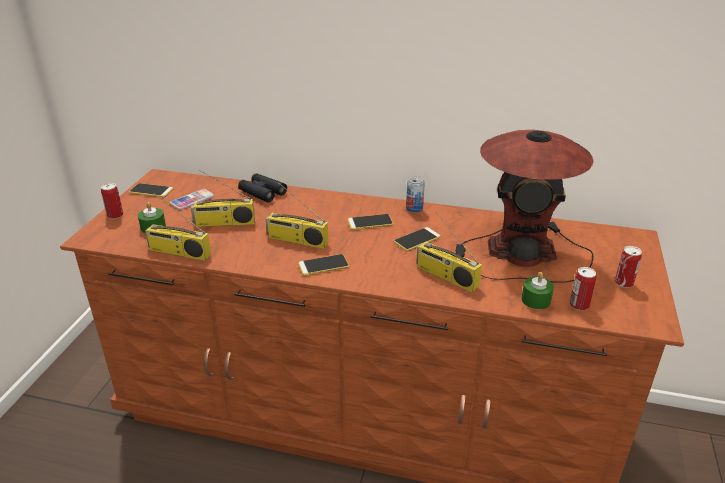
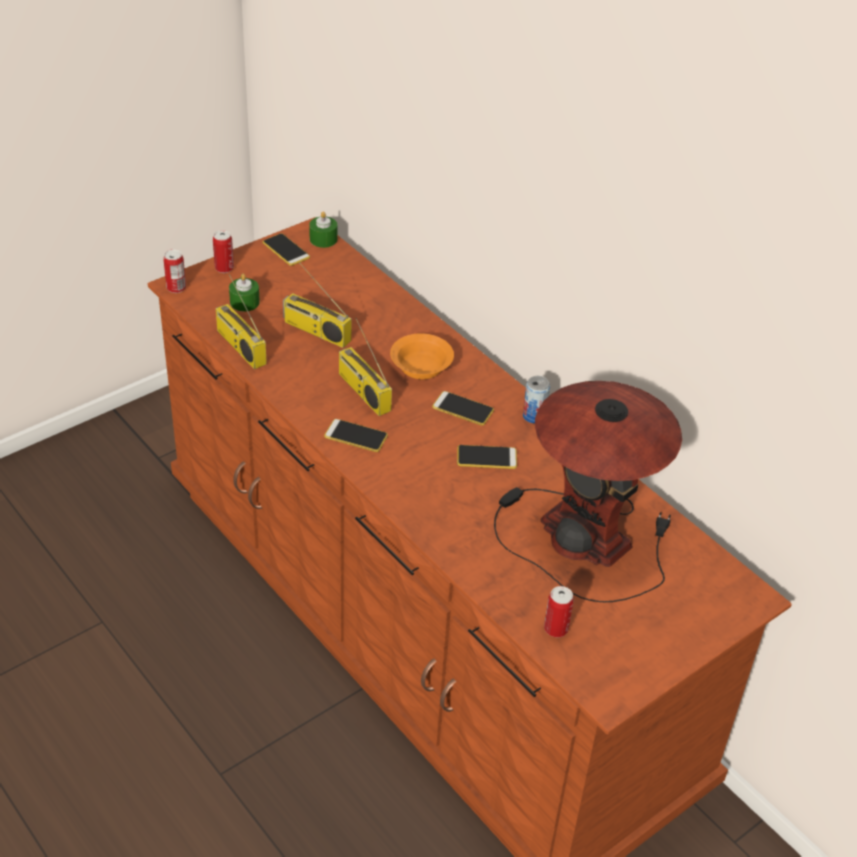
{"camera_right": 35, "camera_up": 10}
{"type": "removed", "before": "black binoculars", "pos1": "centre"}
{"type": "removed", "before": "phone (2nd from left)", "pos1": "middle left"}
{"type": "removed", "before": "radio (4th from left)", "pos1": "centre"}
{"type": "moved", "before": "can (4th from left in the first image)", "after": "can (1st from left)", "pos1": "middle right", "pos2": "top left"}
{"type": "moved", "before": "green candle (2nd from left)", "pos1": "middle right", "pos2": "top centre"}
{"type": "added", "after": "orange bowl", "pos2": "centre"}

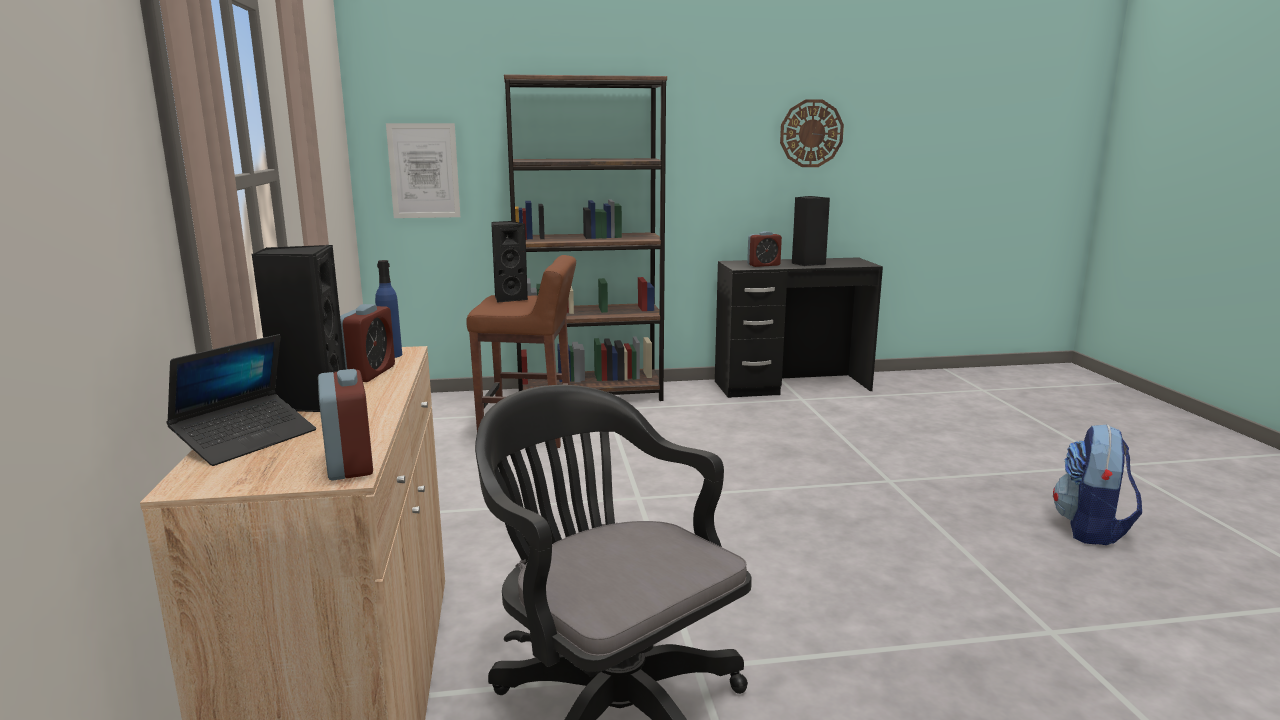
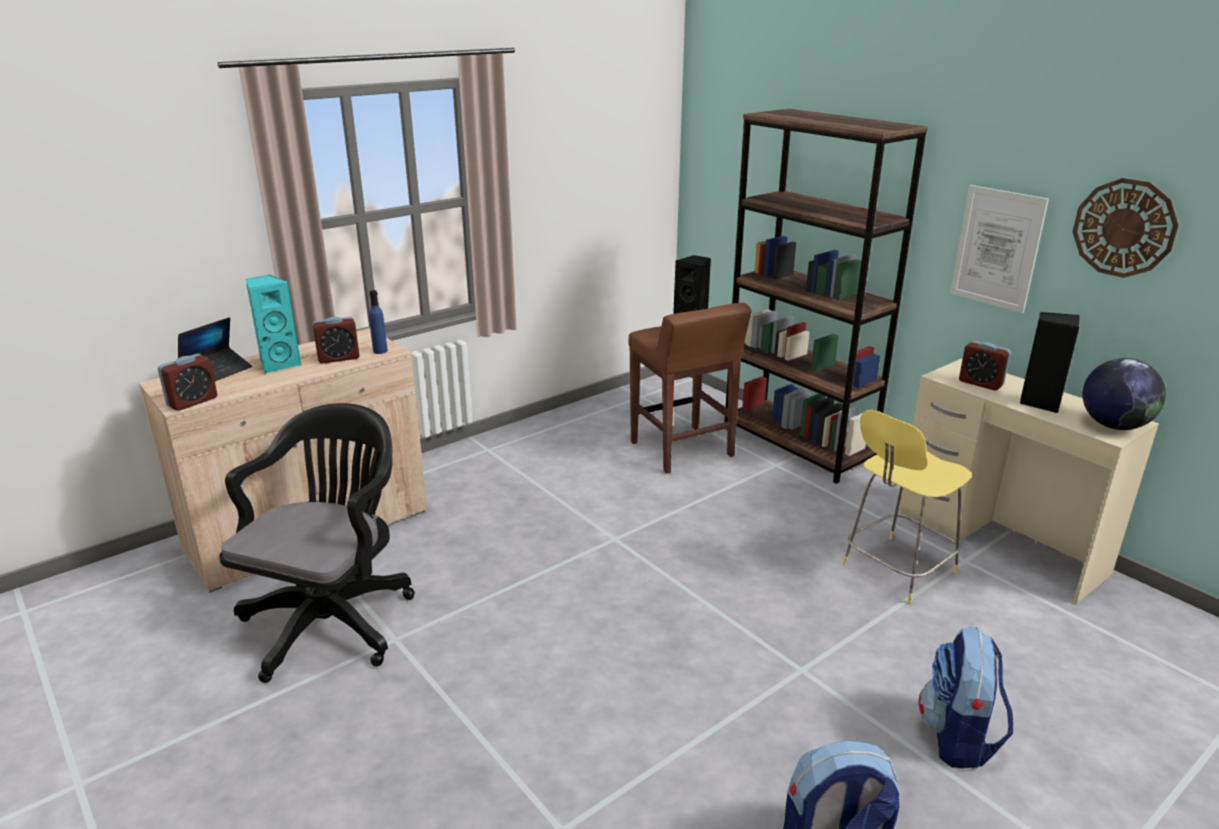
{"camera_right": 60, "camera_up": 10}
{"type": "moved", "before": "picture", "pos1": "top left", "pos2": "top right"}
{"type": "recoloured", "before": "black speaker (1st from left)", "after": "turquoise speaker", "pos1": "middle left", "pos2": "middle left"}
{"type": "recoloured", "before": "black desk", "after": "beige desk", "pos1": "centre", "pos2": "middle right"}
{"type": "turned", "before": "laptop", "pos1": "middle left", "pos2": "middle left", "turn": -60}
{"type": "added", "after": "globe", "pos2": "middle right"}
{"type": "added", "after": "yellow stool", "pos2": "middle right"}
{"type": "added", "after": "backpack (2nd from left)", "pos2": "bottom right"}

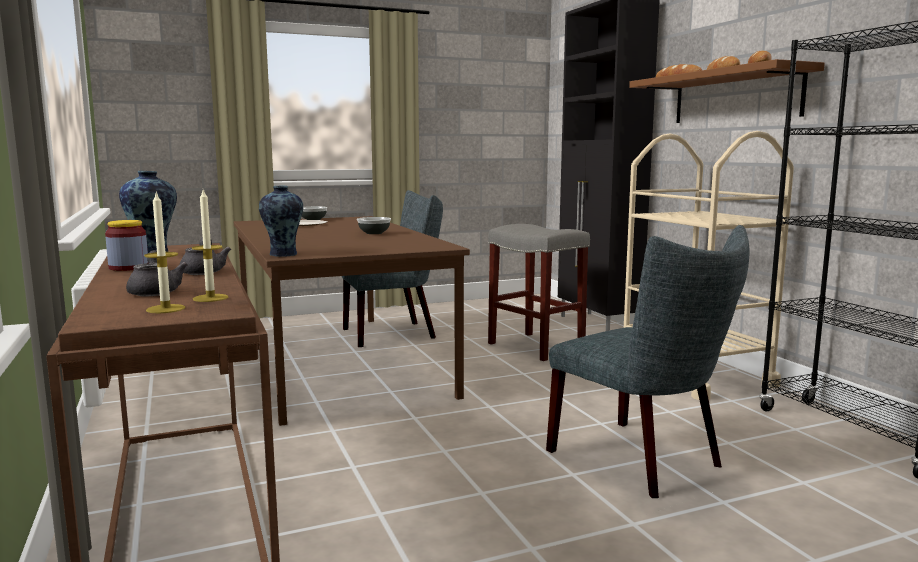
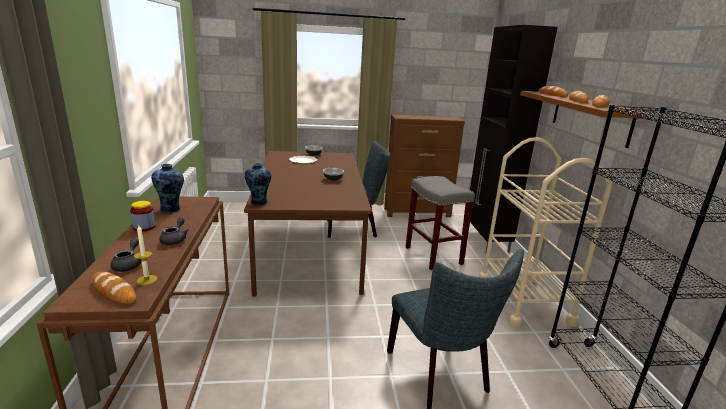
{"camera_right": 15, "camera_up": 10}
{"type": "replaced", "before": "candle (1st from left)", "after": "bread (1st from left)", "pos1": "middle left", "pos2": "bottom left"}
{"type": "added", "after": "brown dresser", "pos2": "centre"}

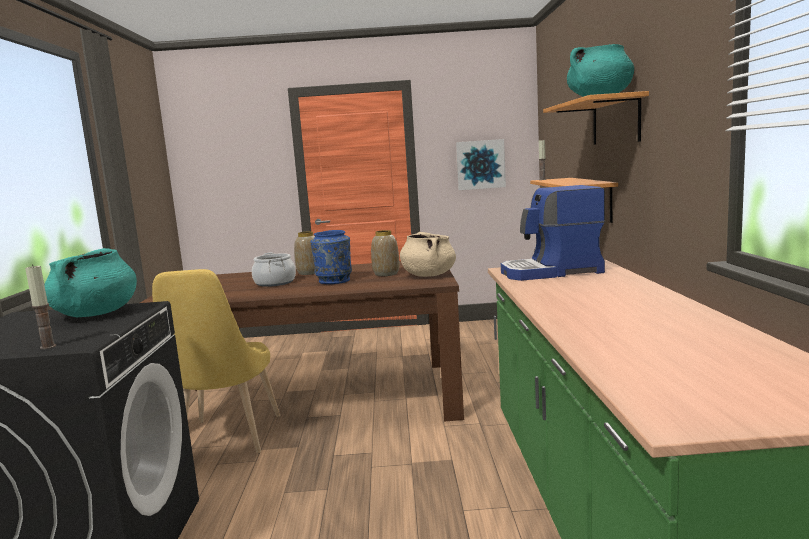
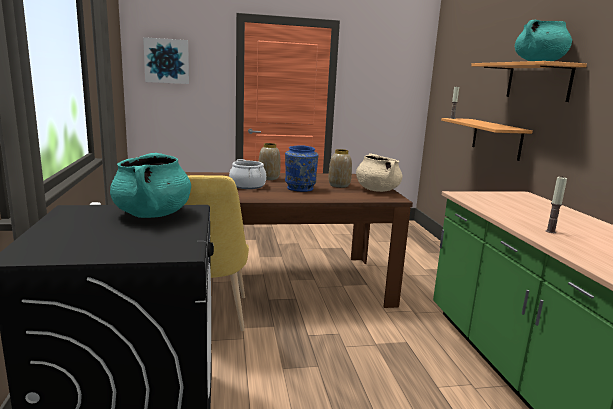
{"camera_right": -10, "camera_up": 5}
{"type": "moved", "before": "picture", "pos1": "top centre", "pos2": "top left"}
{"type": "removed", "before": "coffee machine", "pos1": "middle right"}
{"type": "moved", "before": "candle (1st from left in the first image)", "after": "candle (2nd from left)", "pos1": "middle left", "pos2": "middle right"}

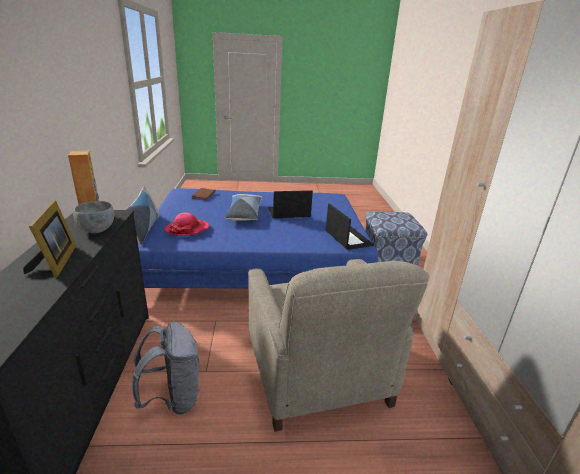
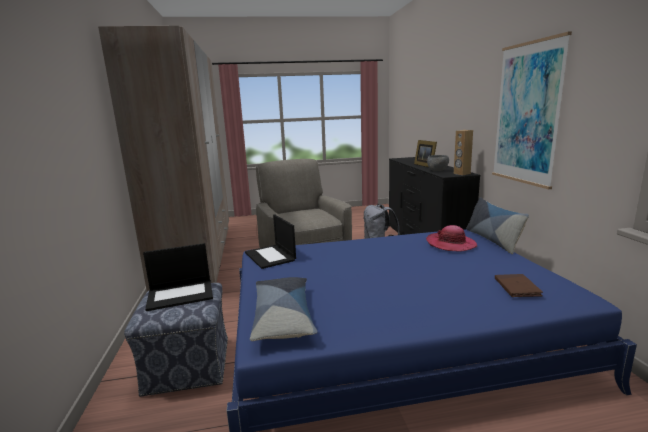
{"camera_right": 175, "camera_up": -10}
{"type": "moved", "before": "laptop (1st from left)", "pos1": "centre", "pos2": "middle left"}
{"type": "moved", "before": "pillow (2nd from left in the first image)", "after": "pillow (1st from left)", "pos1": "centre", "pos2": "bottom centre"}
{"type": "added", "after": "picture", "pos2": "top right"}

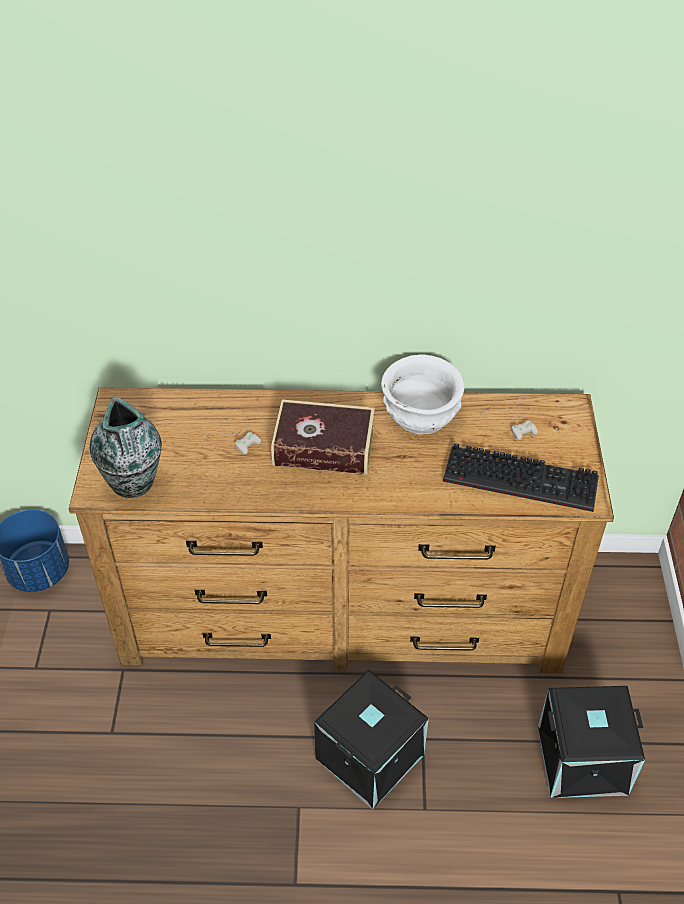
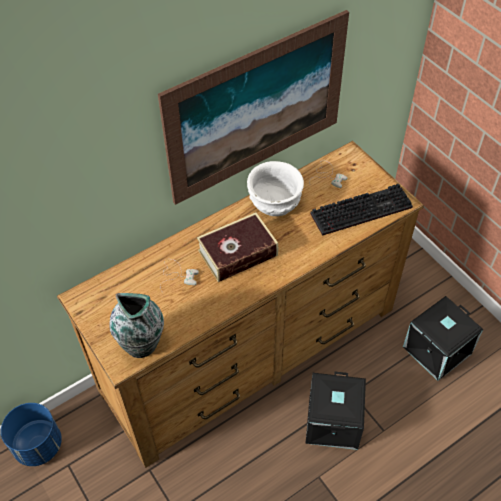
{"camera_right": -35, "camera_up": 5}
{"type": "added", "after": "picture", "pos2": "top centre"}

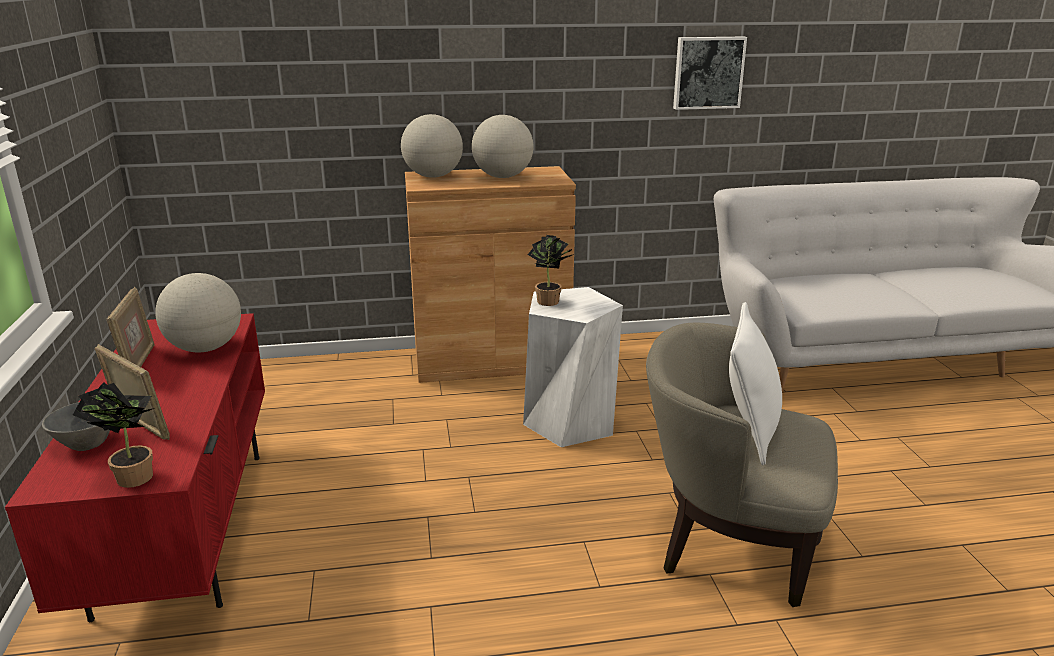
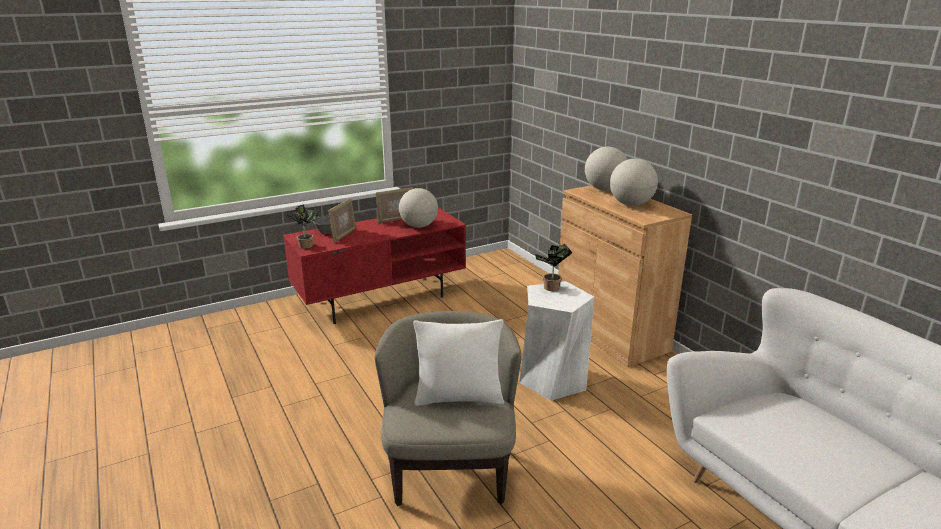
{"camera_right": 70, "camera_up": 0}
{"type": "removed", "before": "picture", "pos1": "top right"}

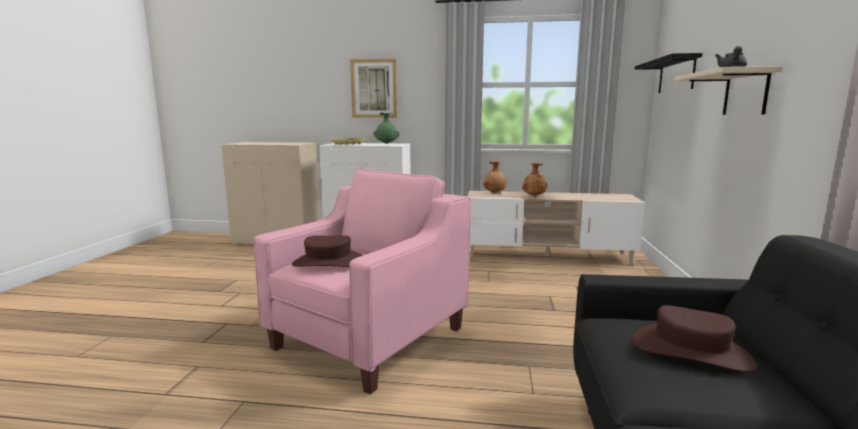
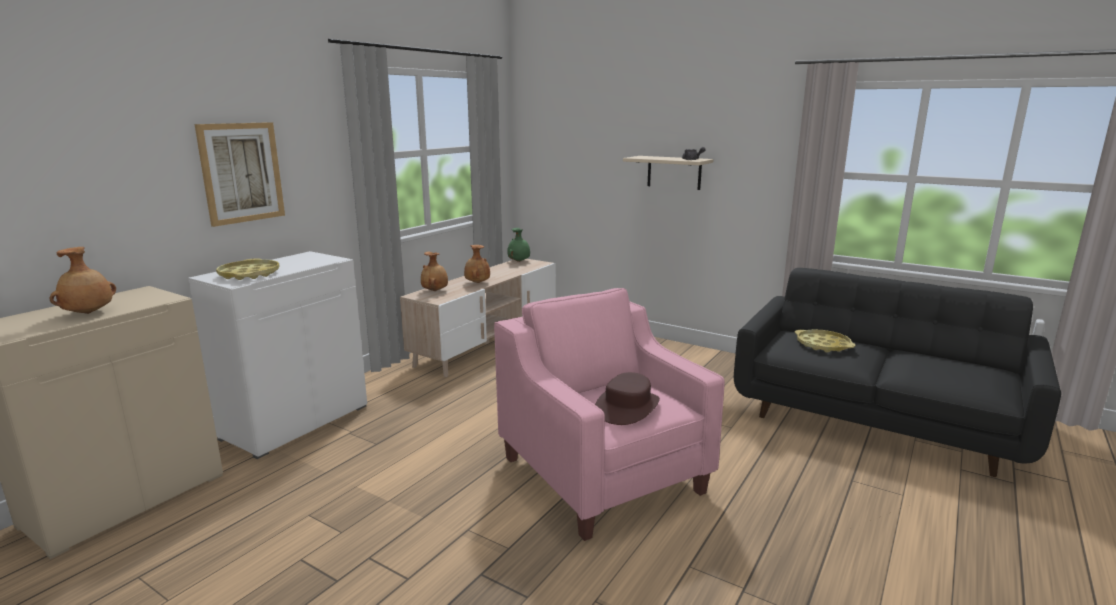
{"camera_right": -65, "camera_up": 5}
{"type": "removed", "before": "black shelf", "pos1": "top right"}
{"type": "moved", "before": "green vase", "pos1": "top centre", "pos2": "centre"}
{"type": "replaced", "before": "brown hat (2nd from left)", "after": "yellow tray (2nd from left)", "pos1": "bottom right", "pos2": "middle right"}
{"type": "added", "after": "brown vase (1st from left)", "pos2": "middle left"}

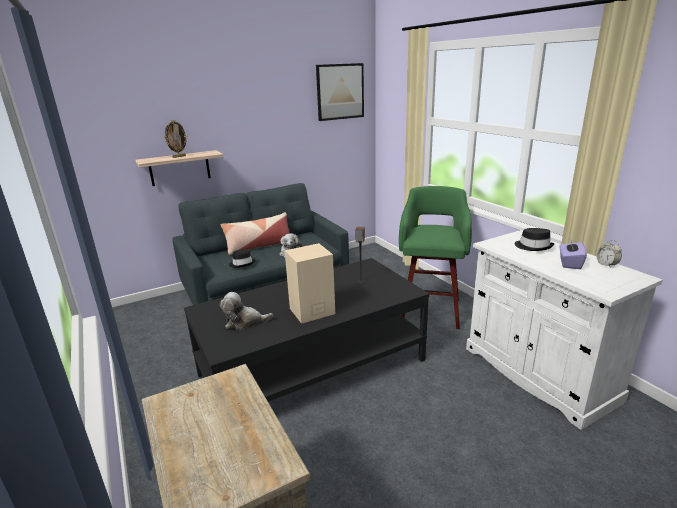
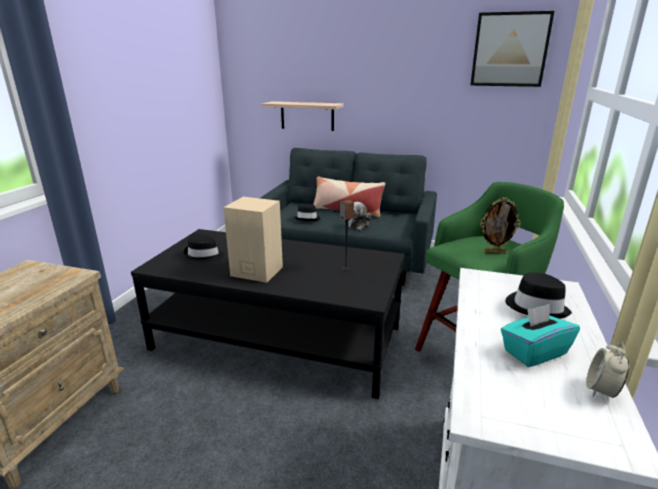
{"camera_right": 45, "camera_up": 0}
{"type": "moved", "before": "picture frame", "pos1": "top left", "pos2": "middle right"}
{"type": "recoloured", "before": "purple tissue box", "after": "turquoise tissue box", "pos1": "middle right", "pos2": "bottom right"}
{"type": "replaced", "before": "plush toy (1st from left)", "after": "black hat (1st from left)", "pos1": "centre", "pos2": "middle left"}

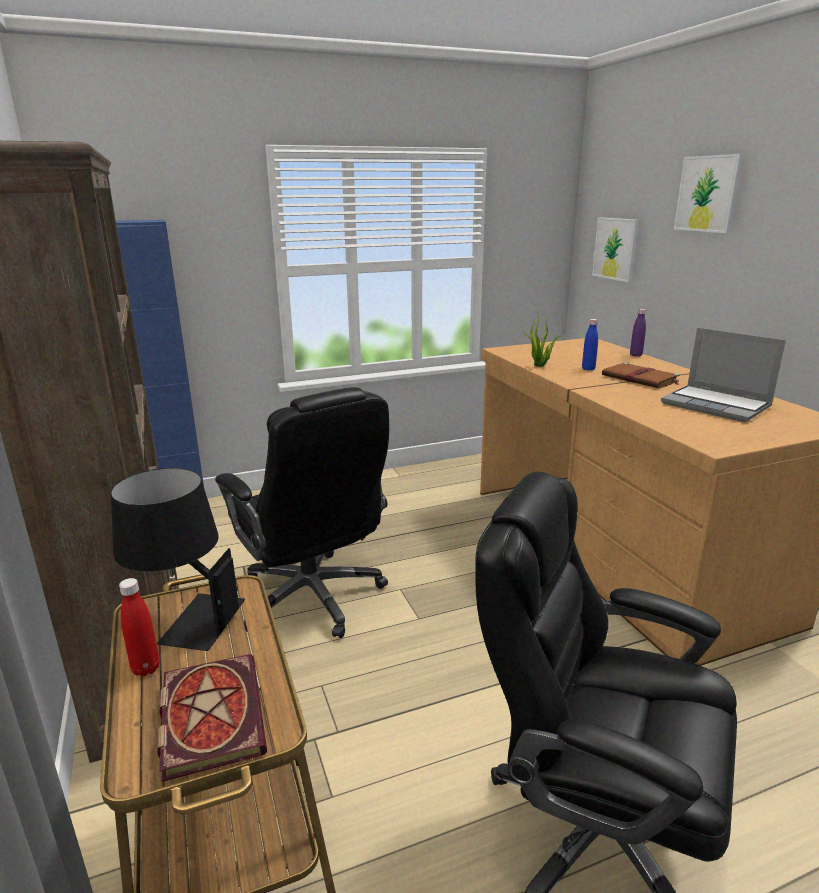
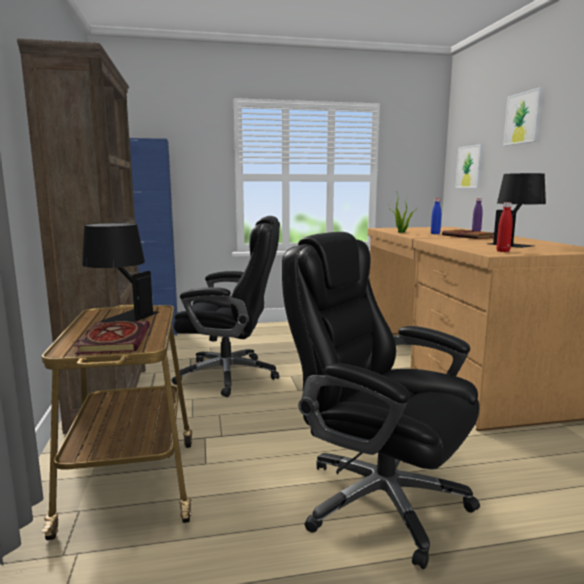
{"camera_right": 10, "camera_up": -10}
{"type": "replaced", "before": "laptop", "after": "black table lamp (2nd from left)", "pos1": "middle right", "pos2": "middle right"}
{"type": "turned", "before": "black office chair (1st from left)", "pos1": "centre", "pos2": "centre", "turn": -60}
{"type": "moved", "before": "red bottle", "pos1": "bottom left", "pos2": "middle right"}

